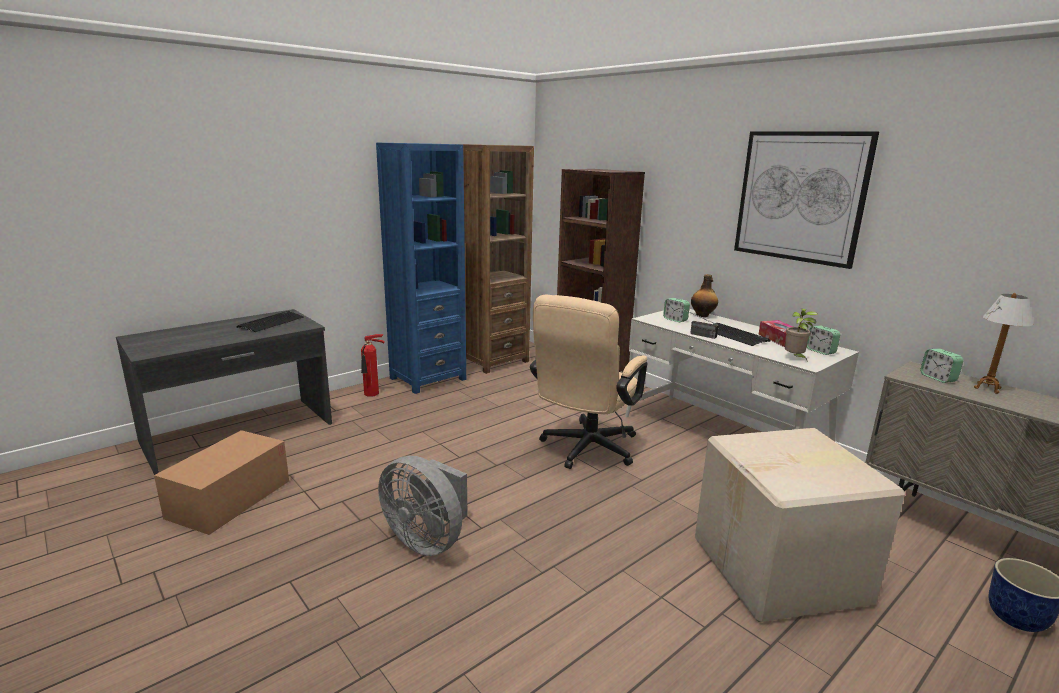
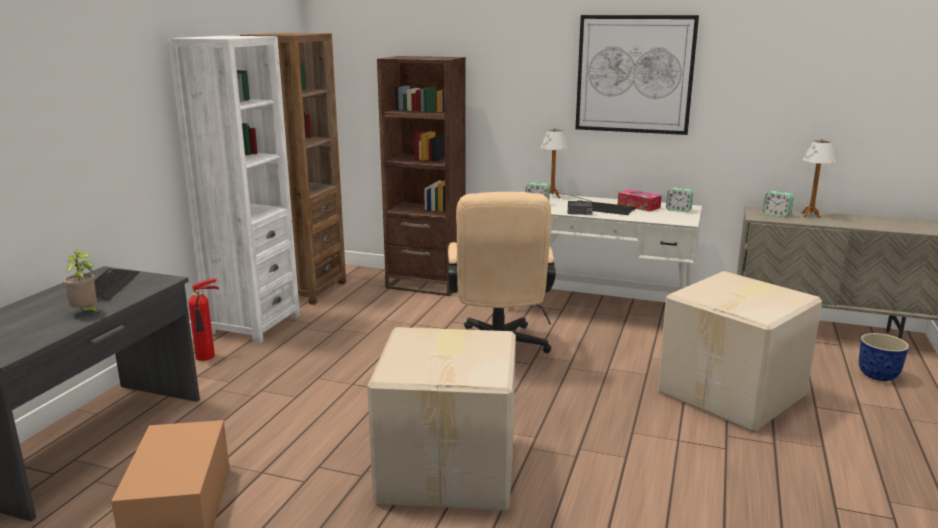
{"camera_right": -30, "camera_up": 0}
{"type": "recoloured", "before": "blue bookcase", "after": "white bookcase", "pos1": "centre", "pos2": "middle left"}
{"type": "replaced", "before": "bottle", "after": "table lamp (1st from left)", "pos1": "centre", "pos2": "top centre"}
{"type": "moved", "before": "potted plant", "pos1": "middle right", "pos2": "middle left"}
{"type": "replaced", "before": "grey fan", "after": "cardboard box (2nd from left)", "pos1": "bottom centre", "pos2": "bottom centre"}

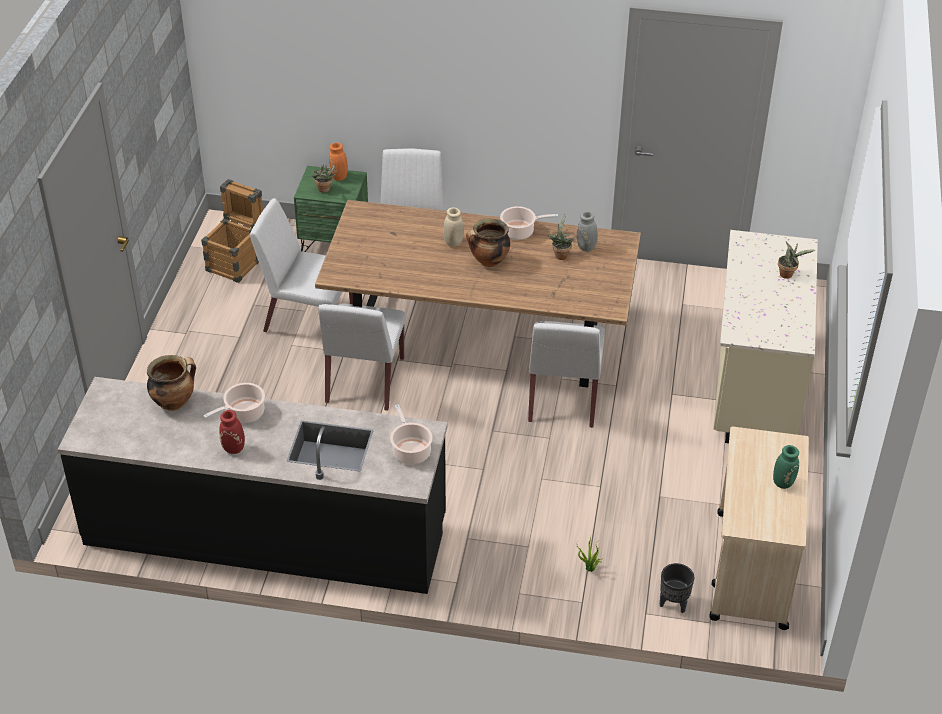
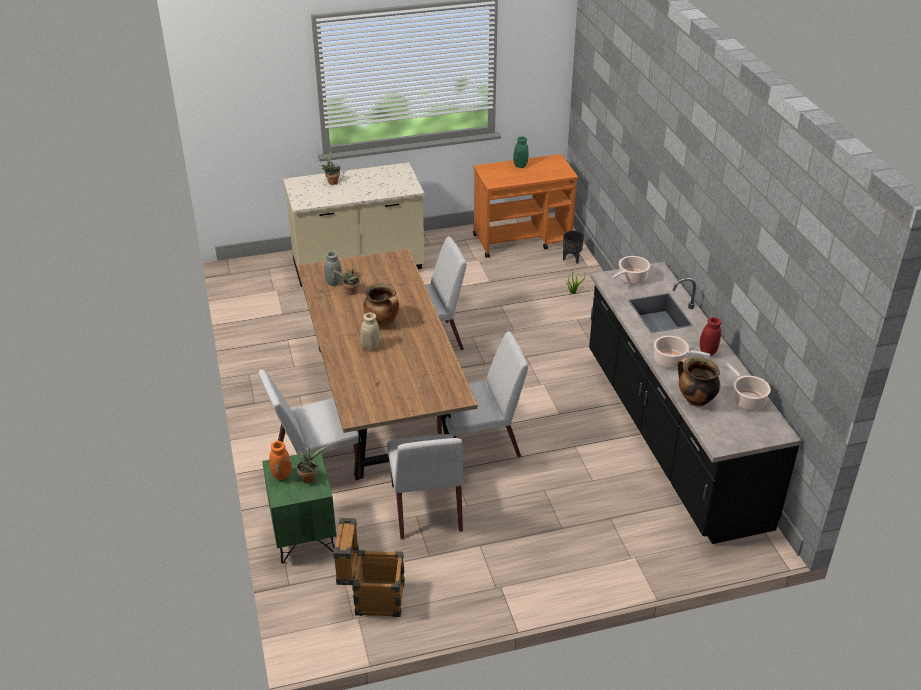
{"camera_right": -115, "camera_up": -5}
{"type": "moved", "before": "cooking pot (5th from left)", "pos1": "top centre", "pos2": "middle right"}
{"type": "recoloured", "before": "beige cart", "after": "orange cart", "pos1": "bottom right", "pos2": "top centre"}

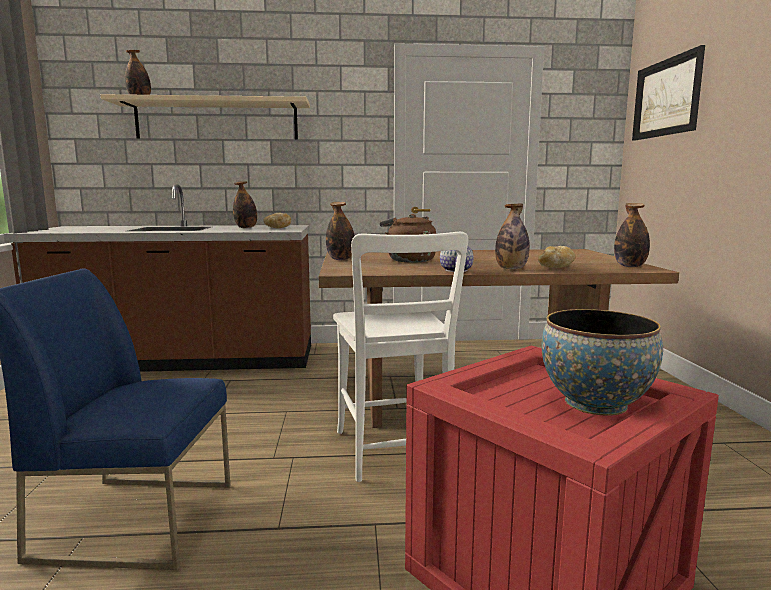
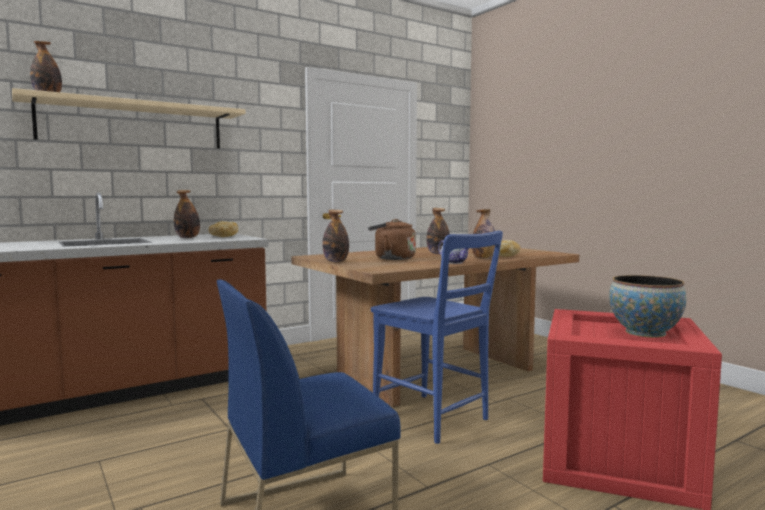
{"camera_right": -30, "camera_up": -5}
{"type": "removed", "before": "picture", "pos1": "top right"}
{"type": "moved", "before": "bottle (5th from left in the first image)", "after": "bottle (4th from left)", "pos1": "middle right", "pos2": "centre"}
{"type": "recoloured", "before": "white chair", "after": "blue chair (2nd from left)", "pos1": "centre", "pos2": "centre"}

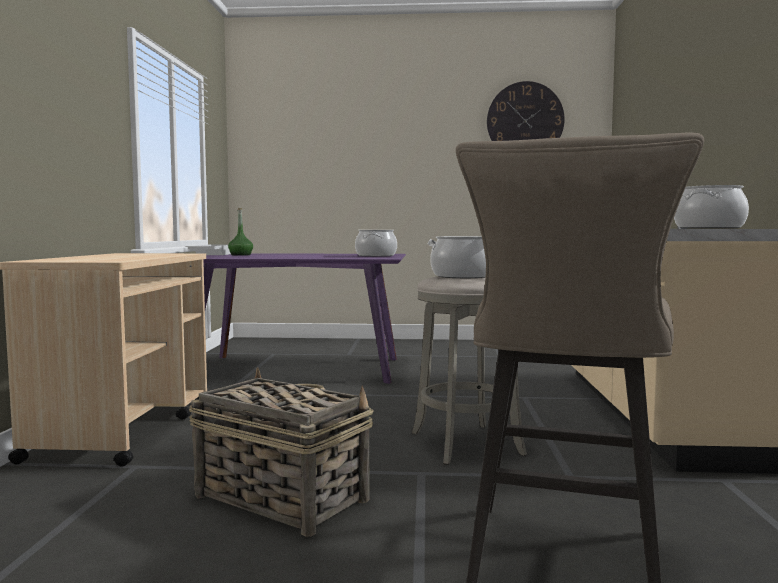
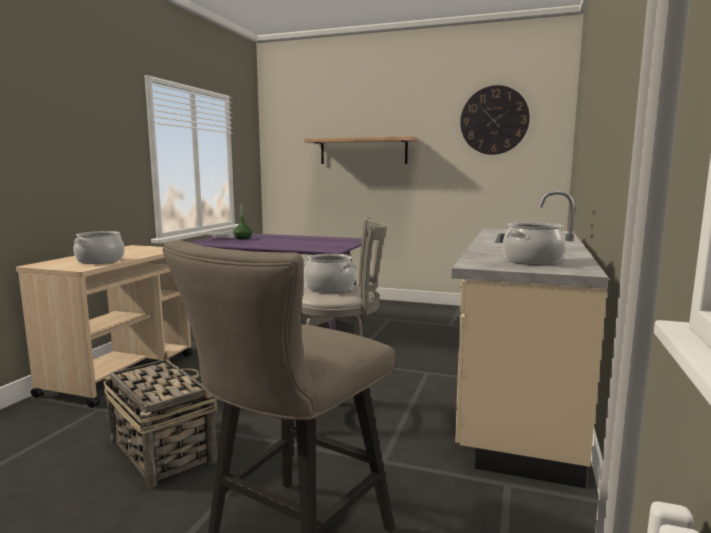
{"camera_right": 15, "camera_up": 5}
{"type": "moved", "before": "cooking pot (1st from left)", "pos1": "centre", "pos2": "middle left"}
{"type": "added", "after": "shelf", "pos2": "top centre"}

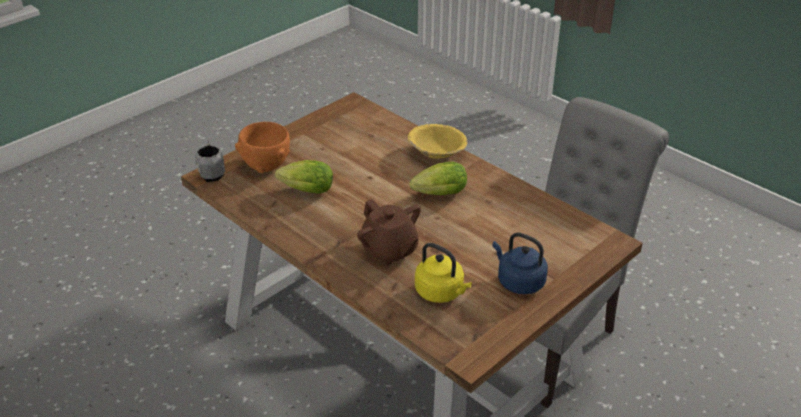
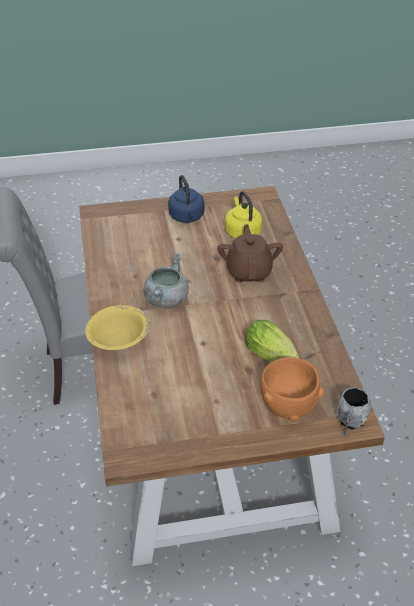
{"camera_right": -145, "camera_up": 5}
{"type": "replaced", "before": "lettuce (2nd from left)", "after": "grey cooking pot", "pos1": "centre", "pos2": "centre"}

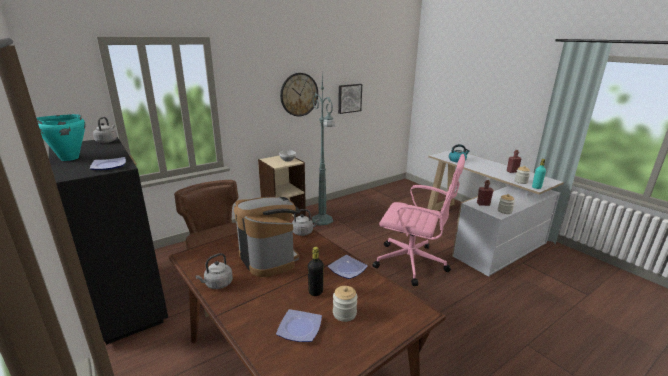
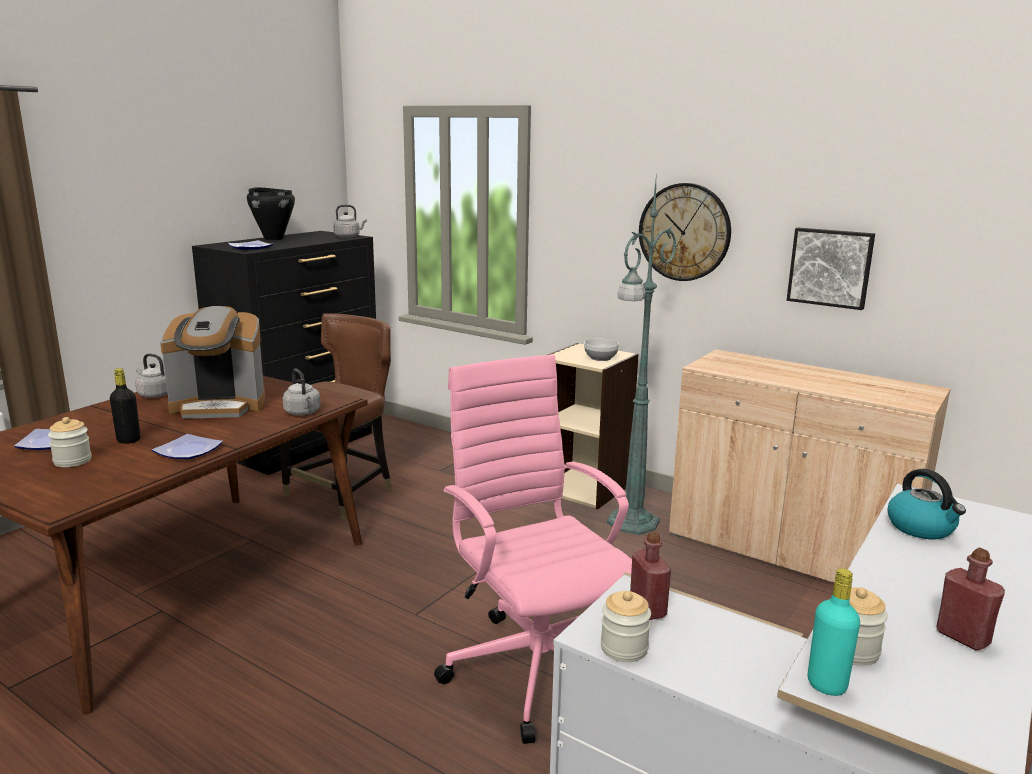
{"camera_right": 70, "camera_up": -5}
{"type": "recoloured", "before": "turquoise cooking pot", "after": "black cooking pot", "pos1": "middle left", "pos2": "top left"}
{"type": "turned", "before": "pink office chair", "pos1": "centre", "pos2": "bottom centre", "turn": 150}
{"type": "turned", "before": "coffee machine", "pos1": "centre", "pos2": "middle left", "turn": 45}
{"type": "added", "after": "beige cabinet", "pos2": "middle right"}

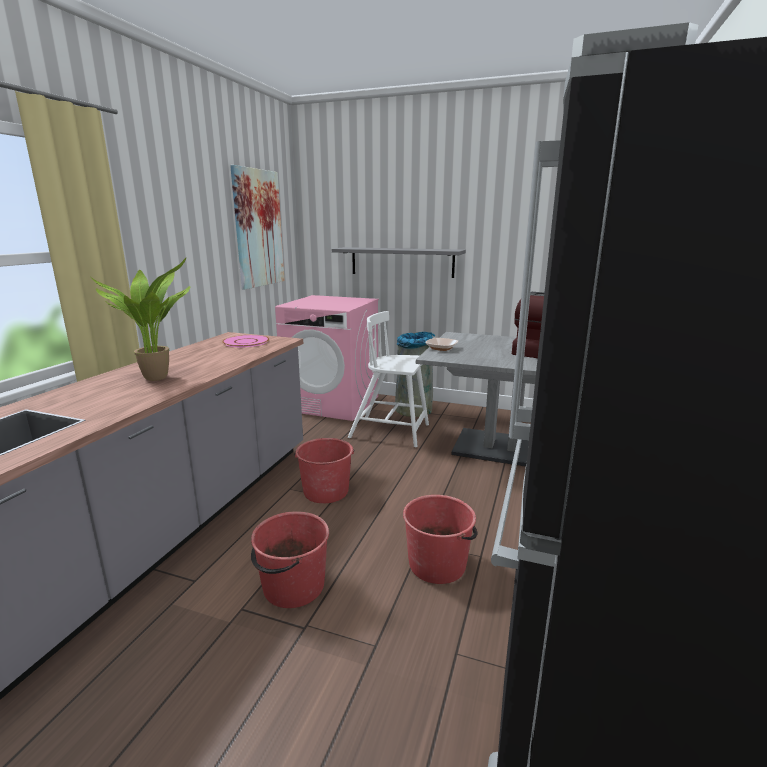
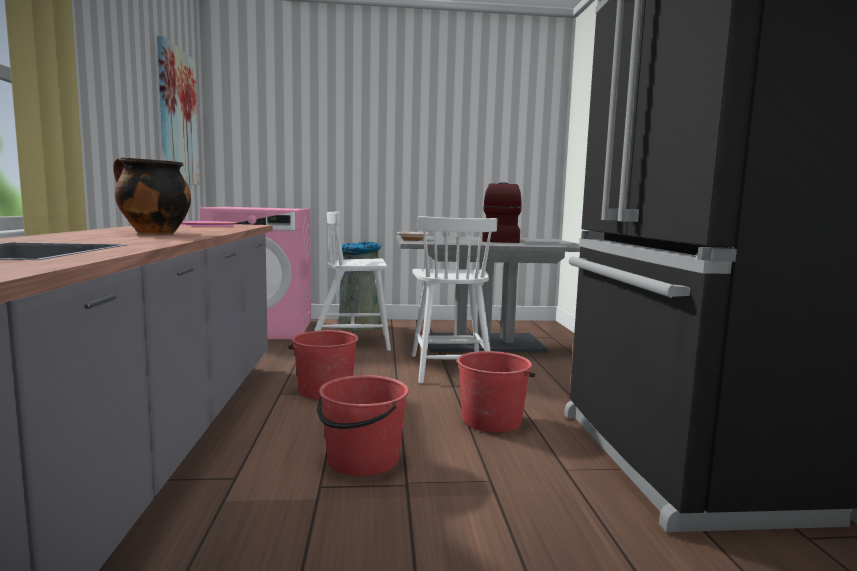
{"camera_right": -25, "camera_up": -10}
{"type": "removed", "before": "grey shelf", "pos1": "centre"}
{"type": "replaced", "before": "potted plant", "after": "cooking pot", "pos1": "middle left", "pos2": "middle left"}
{"type": "added", "after": "white chair (2nd from left)", "pos2": "centre"}

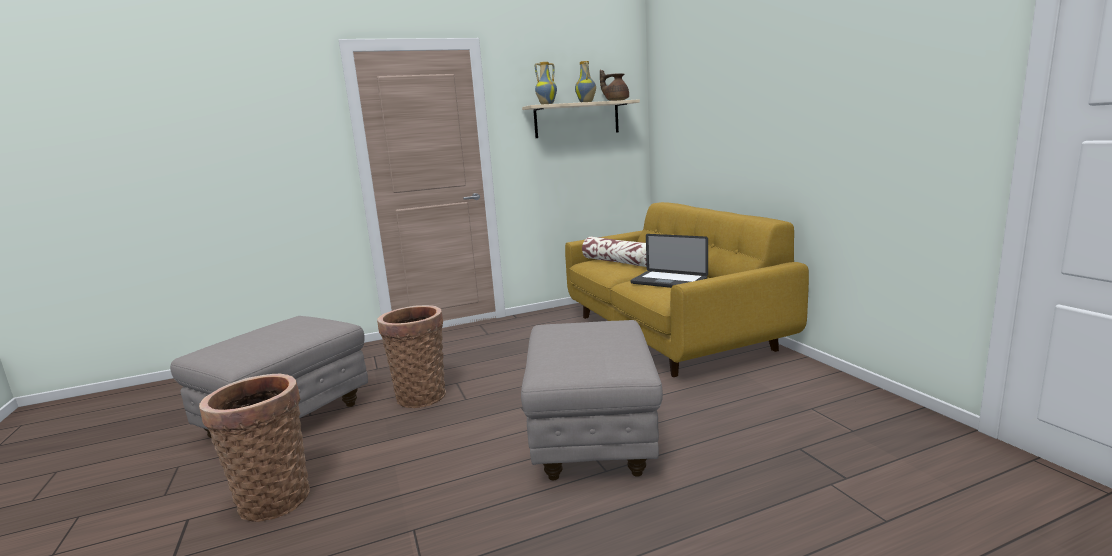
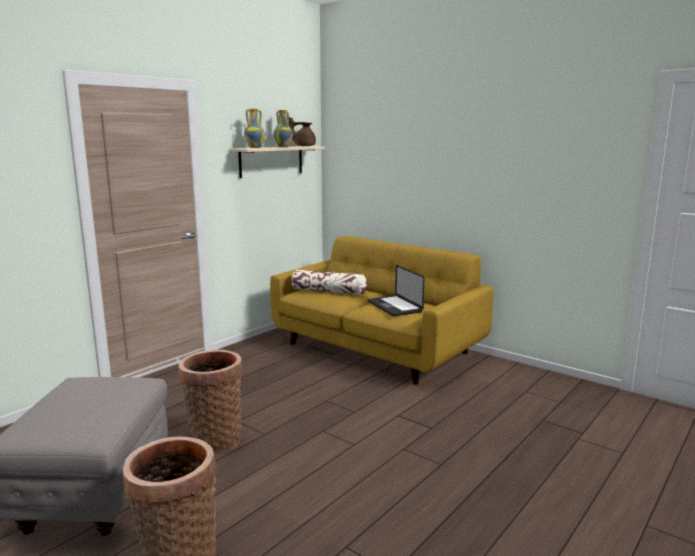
{"camera_right": -30, "camera_up": 0}
{"type": "turned", "before": "laptop", "pos1": "centre", "pos2": "centre", "turn": 60}
{"type": "removed", "before": "grey ottoman (2nd from left)", "pos1": "bottom centre"}

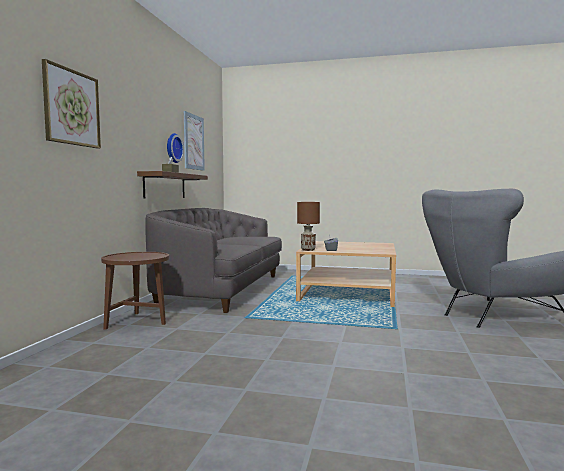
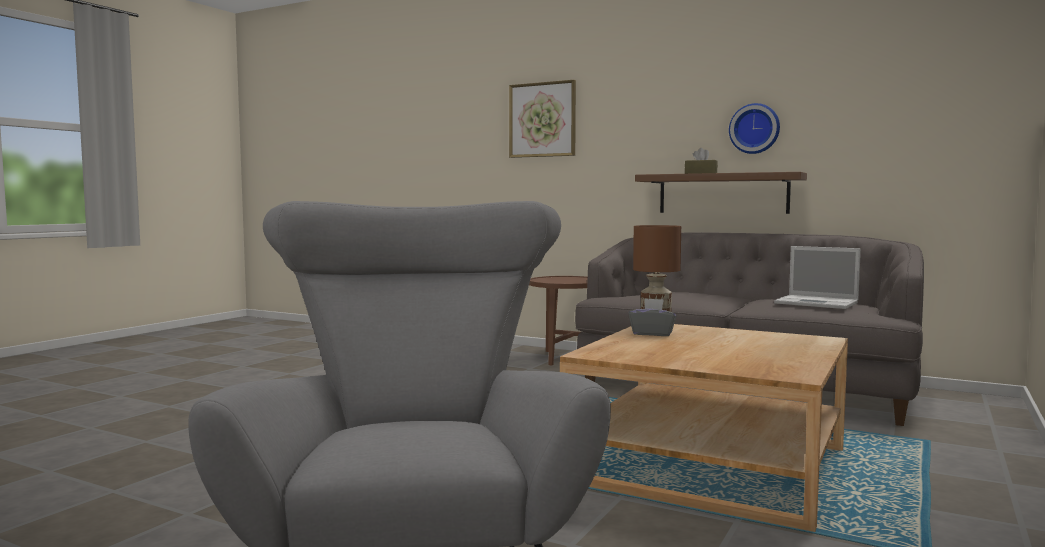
{"camera_right": 105, "camera_up": 0}
{"type": "removed", "before": "picture (2nd from left)", "pos1": "top centre"}
{"type": "added", "after": "laptop", "pos2": "middle right"}

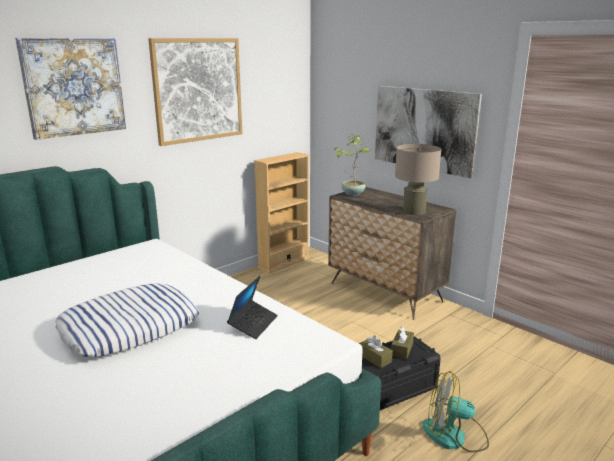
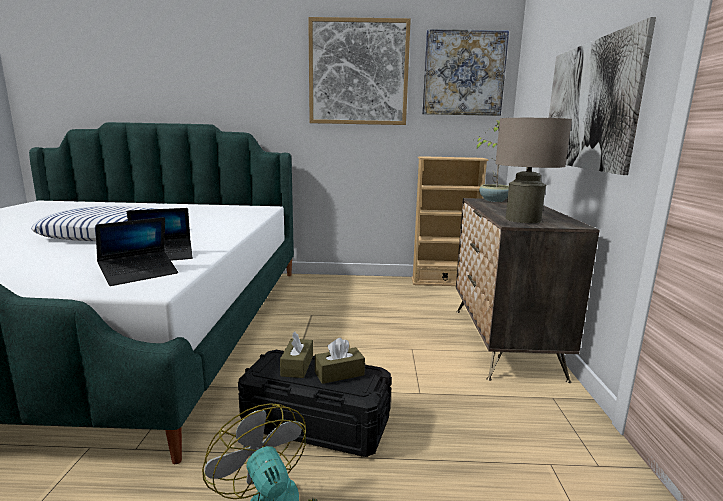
{"camera_right": 45, "camera_up": -5}
{"type": "moved", "before": "picture (1st from left in the first image)", "after": "picture (2nd from left)", "pos1": "top left", "pos2": "top centre"}
{"type": "added", "after": "laptop (1st from left)", "pos2": "middle left"}

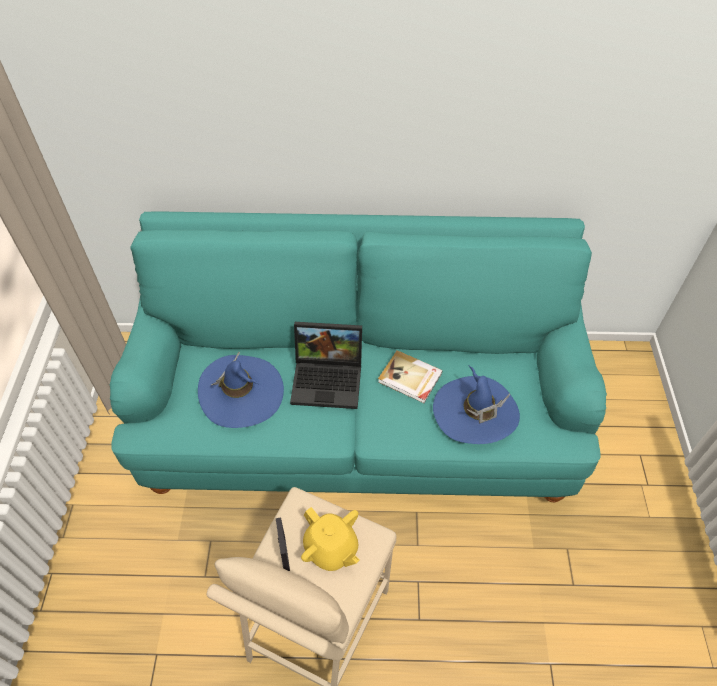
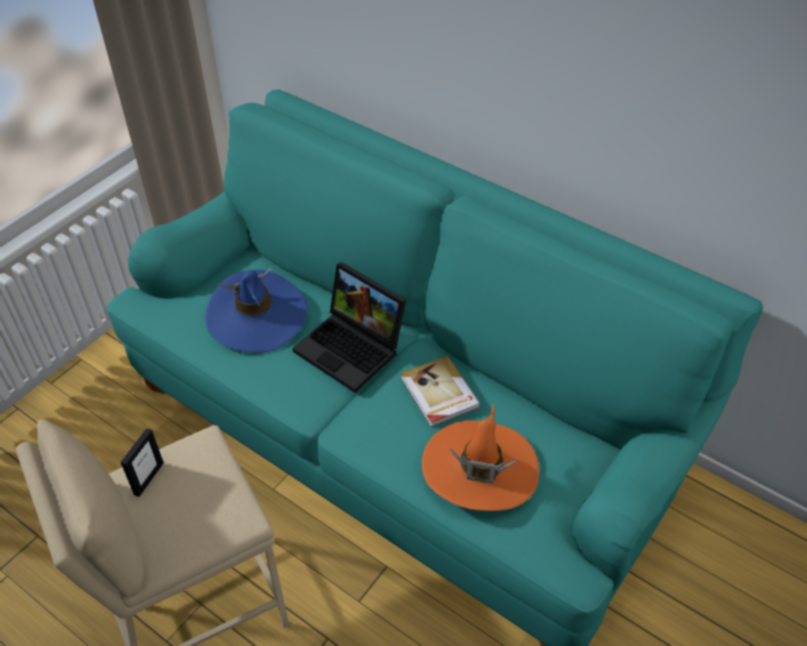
{"camera_right": 35, "camera_up": -5}
{"type": "recoloured", "before": "blue hat (2nd from left)", "after": "orange hat", "pos1": "centre", "pos2": "bottom centre"}
{"type": "removed", "before": "yellow teapot", "pos1": "bottom centre"}

